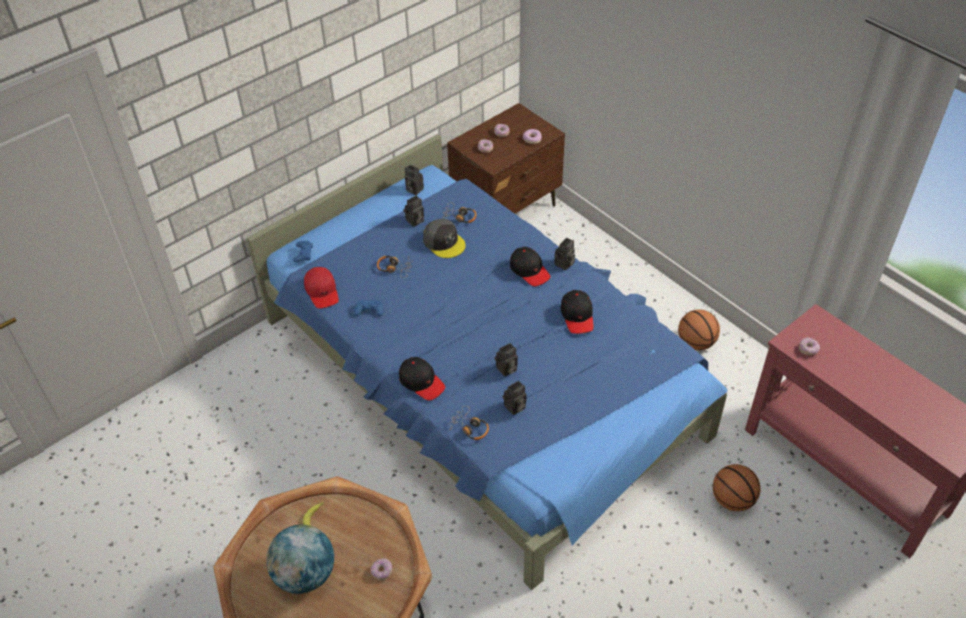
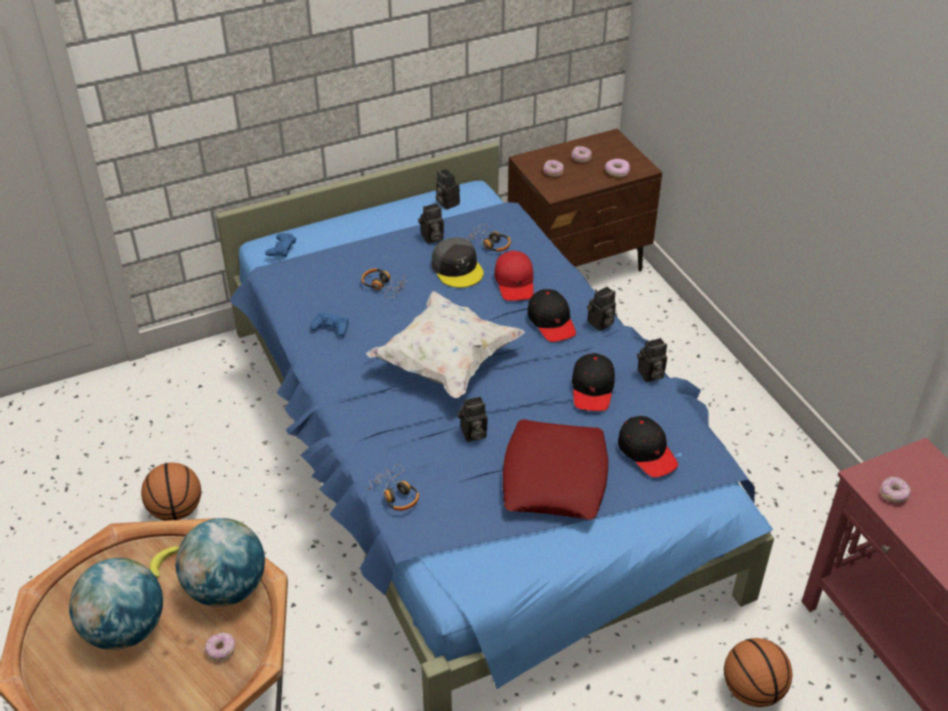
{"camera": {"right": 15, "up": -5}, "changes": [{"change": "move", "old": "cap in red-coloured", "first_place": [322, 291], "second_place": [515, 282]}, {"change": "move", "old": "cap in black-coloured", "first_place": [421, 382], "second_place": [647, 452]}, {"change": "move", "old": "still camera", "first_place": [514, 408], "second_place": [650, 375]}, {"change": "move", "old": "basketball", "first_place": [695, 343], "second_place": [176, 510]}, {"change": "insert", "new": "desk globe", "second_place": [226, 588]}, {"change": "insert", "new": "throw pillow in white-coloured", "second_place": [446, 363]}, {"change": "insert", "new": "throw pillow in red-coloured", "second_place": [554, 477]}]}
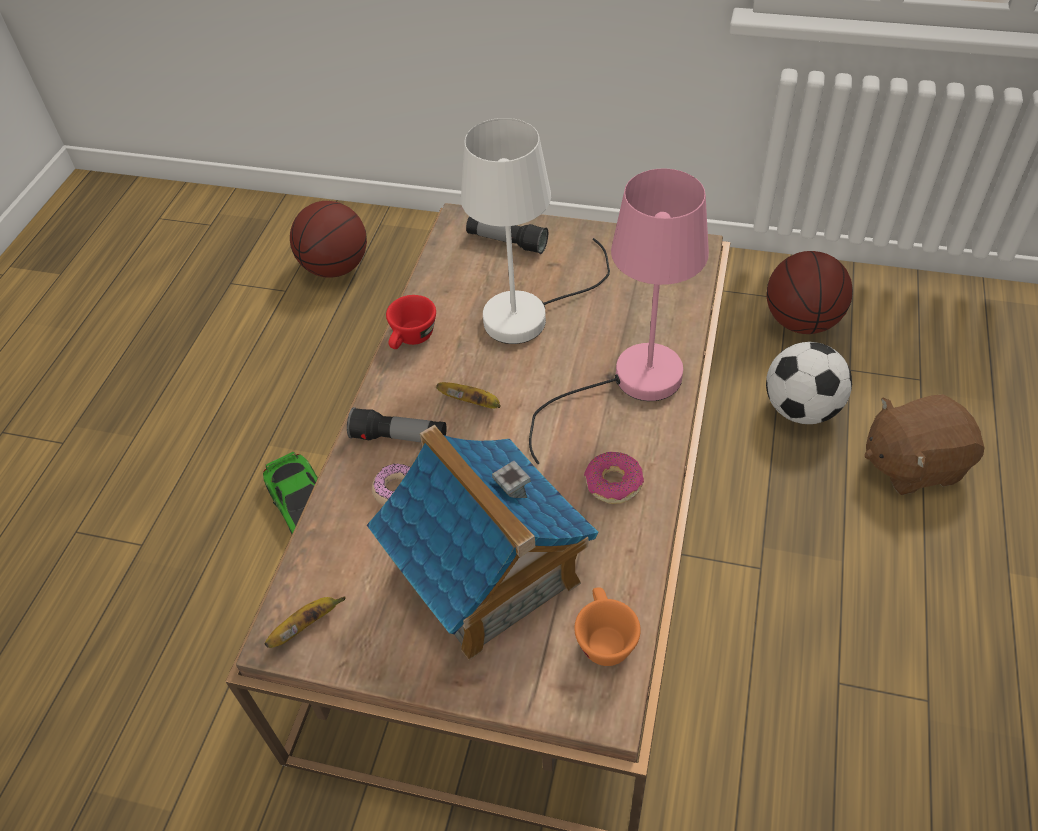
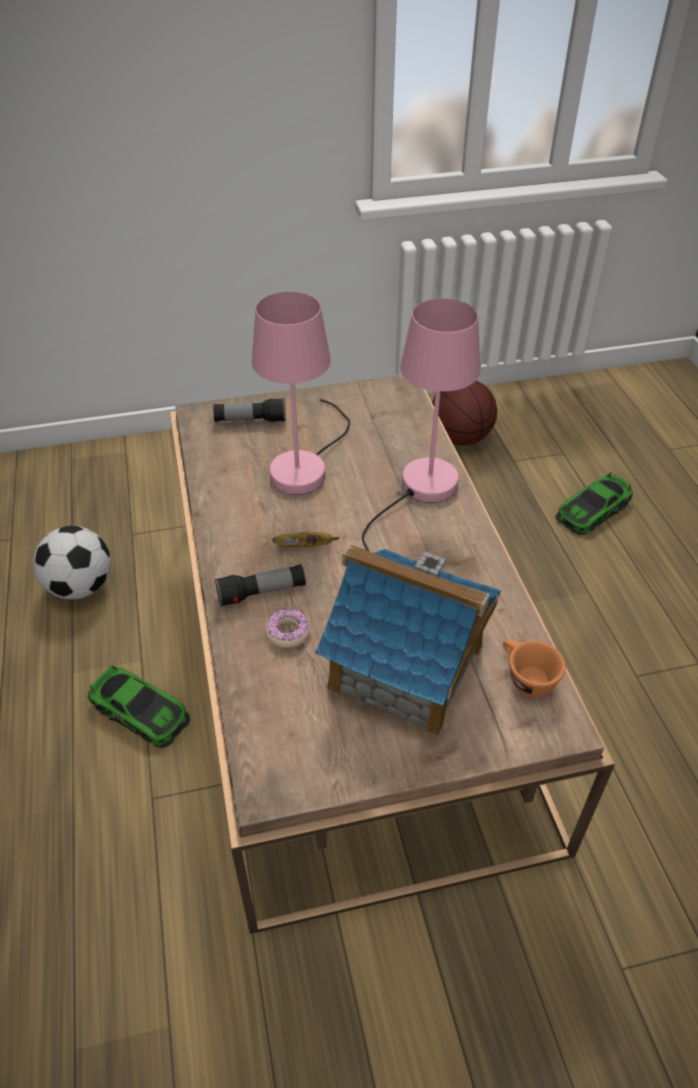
{"camera": {"right": -30, "up": -5}, "changes": [{"change": "delete", "old": "banana fruit", "first_place": [306, 626]}, {"change": "delete", "old": "basketball", "first_place": [335, 267]}, {"change": "delete", "old": "small cup in red-coloured", "first_place": [411, 339]}, {"change": "recolor", "old": "lamp for a table in white-coloured", "new": "lamp for a table in pink", "first_place": [530, 311], "second_place": [305, 465]}, {"change": "delete", "old": "doughnut", "first_place": [613, 483]}, {"change": "move", "old": "football ball", "first_place": [801, 409], "second_place": [80, 587]}, {"change": "replace", "old": "cuddly toy in brown-coloured", "new": "toy car", "first_place": [912, 463], "second_place": [592, 510]}]}
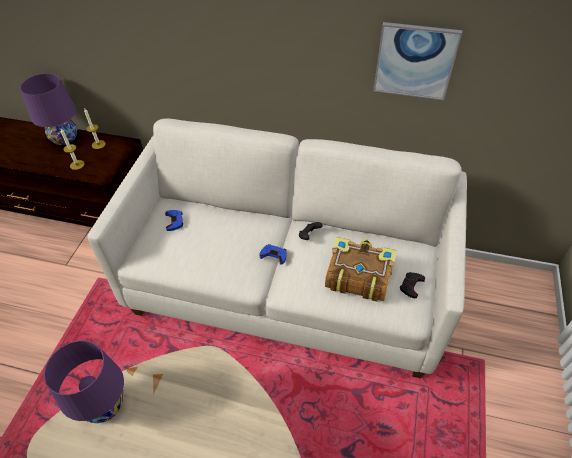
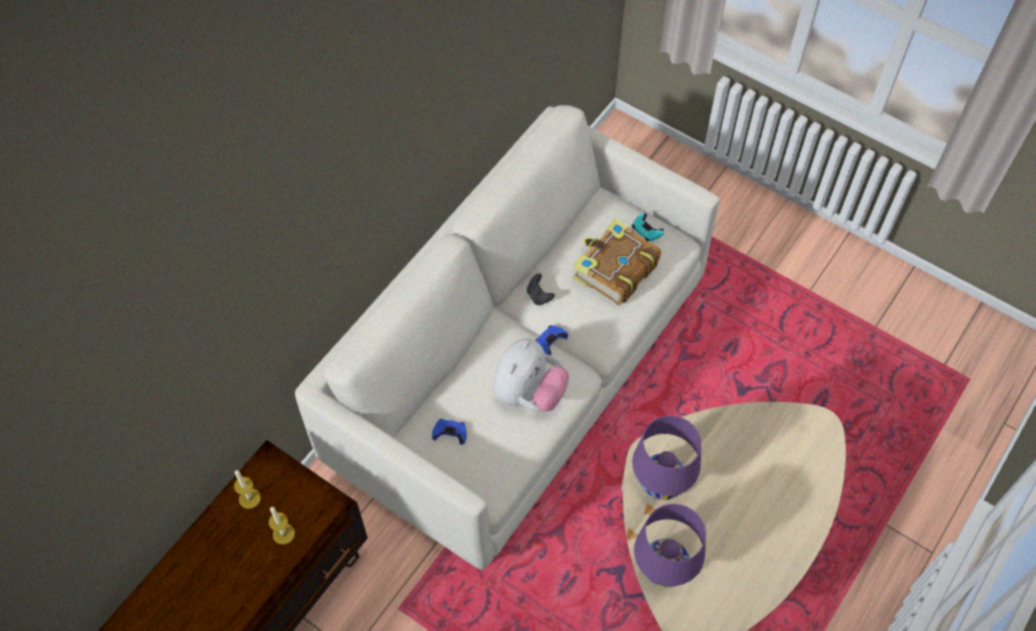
{"camera": {"right": -70, "up": 10}, "changes": [{"change": "move", "old": "lamp for a table in purple-coloured", "first_place": [64, 138], "second_place": [661, 483]}, {"change": "delete", "old": "wall picture", "first_place": [415, 61]}, {"change": "recolor", "old": "game controller in black-coloured", "new": "game controller in turquoise", "first_place": [411, 285], "second_place": [646, 229]}, {"change": "insert", "new": "cuddly toy", "second_place": [528, 393]}]}
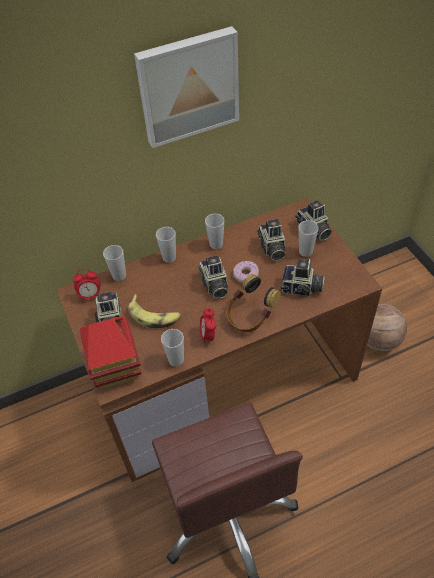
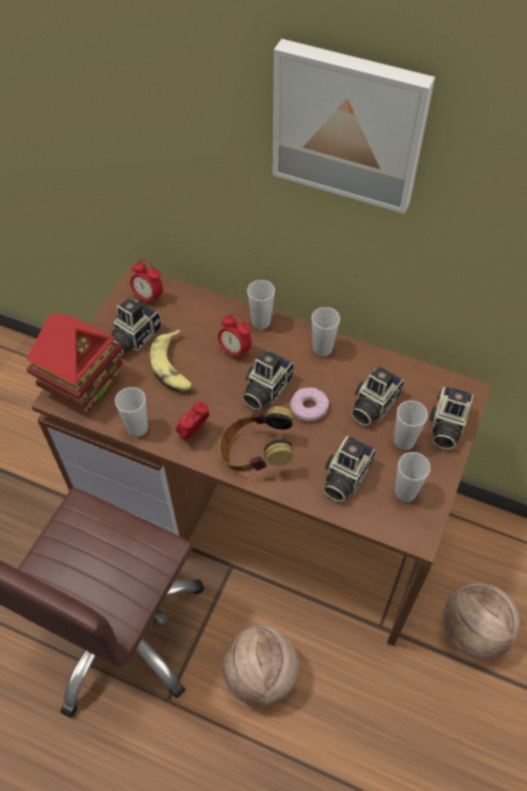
{"camera": {"right": 45, "up": 5}, "changes": [{"change": "move", "old": "small cup", "first_place": [119, 276], "second_place": [405, 492]}, {"change": "rotate", "old": "still camera", "first_place": [302, 288], "second_place": [344, 476], "degrees": 60}, {"change": "insert", "new": "table clock", "second_place": [235, 350]}, {"change": "insert", "new": "basketball", "second_place": [260, 674]}]}
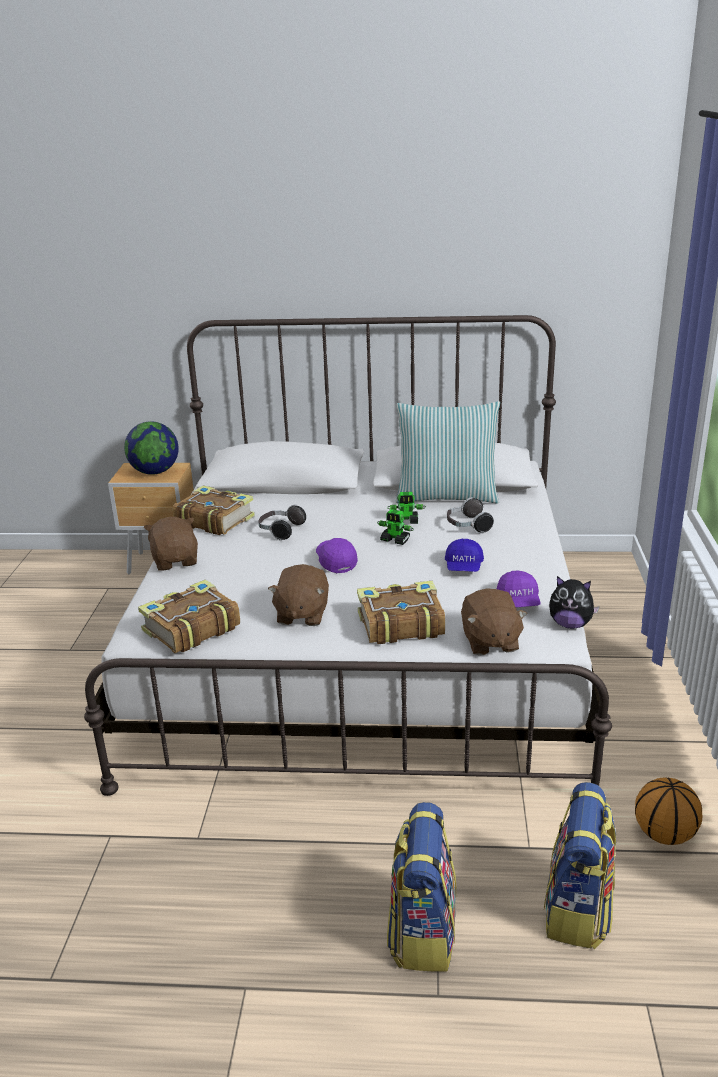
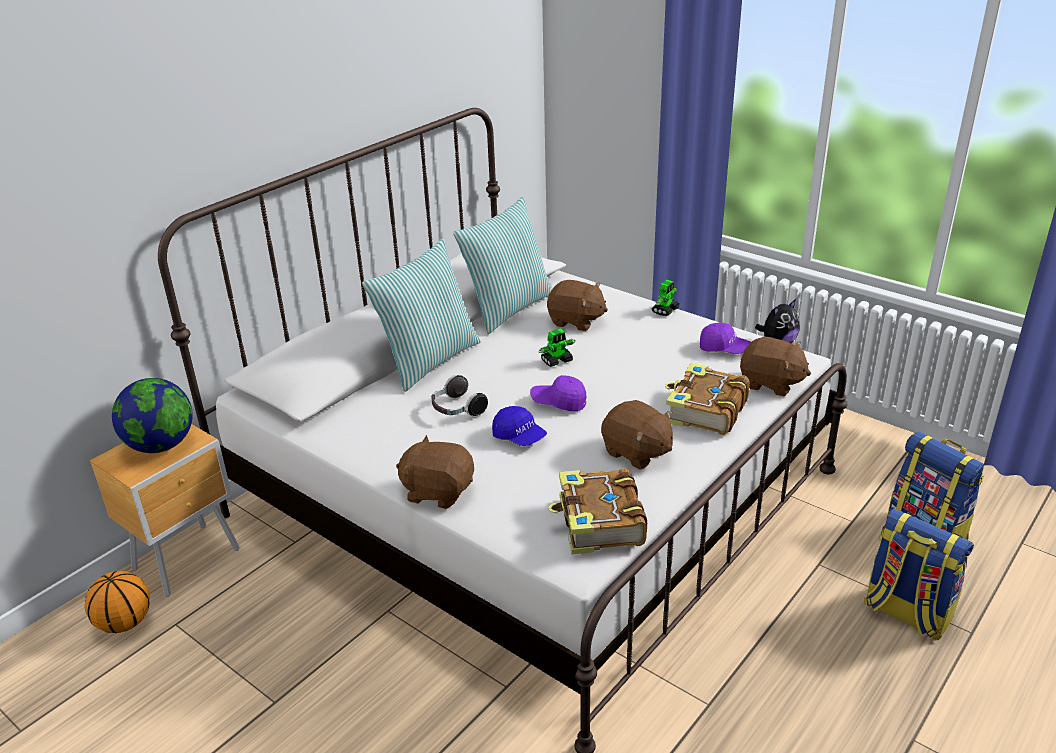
{"camera": {"right": -55, "up": 5}, "changes": [{"change": "delete", "old": "bound book", "first_place": [214, 520]}, {"change": "move", "old": "toy robot", "first_place": [406, 521], "second_place": [665, 310]}, {"change": "move", "old": "cap in bluish", "first_place": [463, 567], "second_place": [519, 437]}, {"change": "replace", "old": "headphones", "new": "cuddly toy in brown-coloured", "first_place": [467, 526], "second_place": [576, 321]}, {"change": "move", "old": "basketball", "first_place": [664, 834], "second_place": [125, 622]}, {"change": "insert", "new": "throw pillow", "second_place": [428, 360]}]}
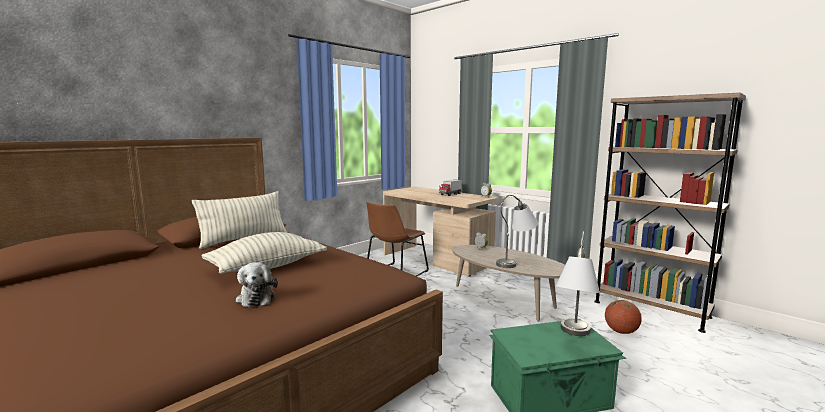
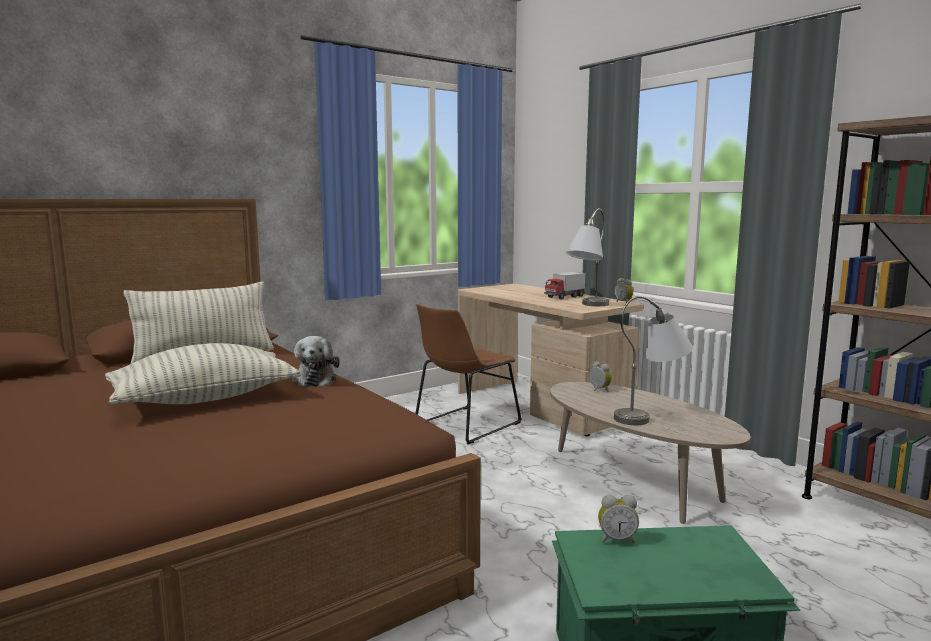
{"camera": {"right": 10, "up": 0}, "changes": [{"change": "move", "old": "cuddly toy", "first_place": [256, 298], "second_place": [315, 379]}, {"change": "move", "old": "lamp for a table in gray", "first_place": [573, 338], "second_place": [587, 306]}, {"change": "delete", "old": "basketball", "first_place": [621, 331]}, {"change": "insert", "new": "table clock", "second_place": [616, 539]}]}
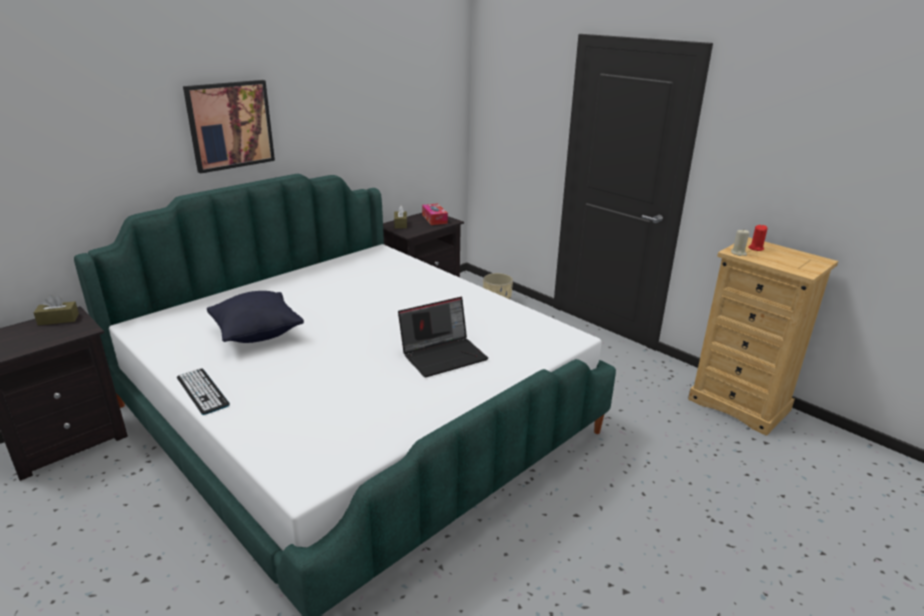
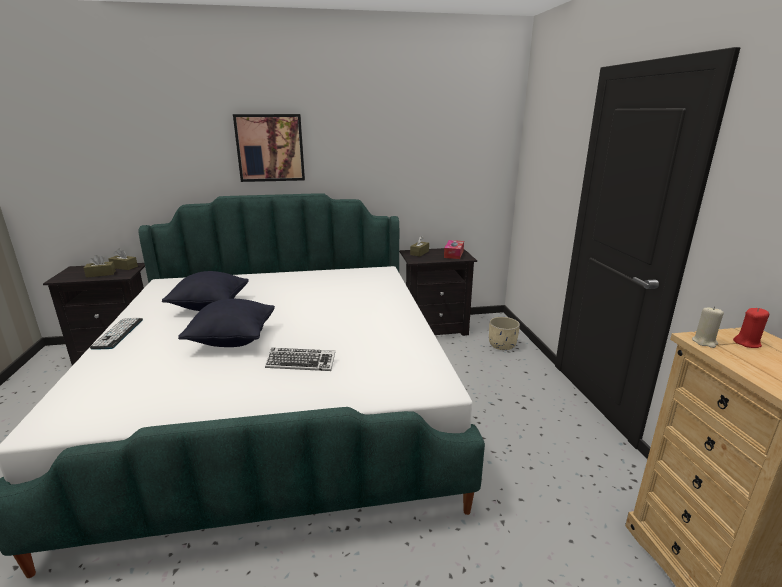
{"camera": {"right": 35, "up": -5}, "changes": [{"change": "replace", "old": "notebook computer", "new": "PC keyboard", "first_place": [444, 355], "second_place": [301, 363]}, {"change": "insert", "new": "box of tissues in brown-coloured", "second_place": [101, 274]}, {"change": "insert", "new": "throw pillow in black-coloured", "second_place": [232, 340]}]}
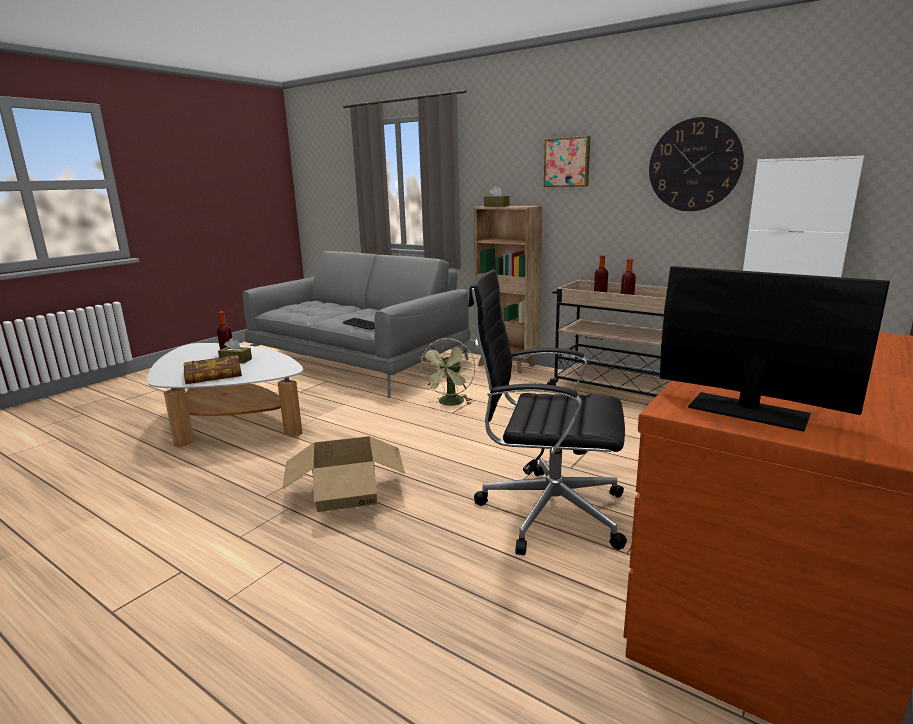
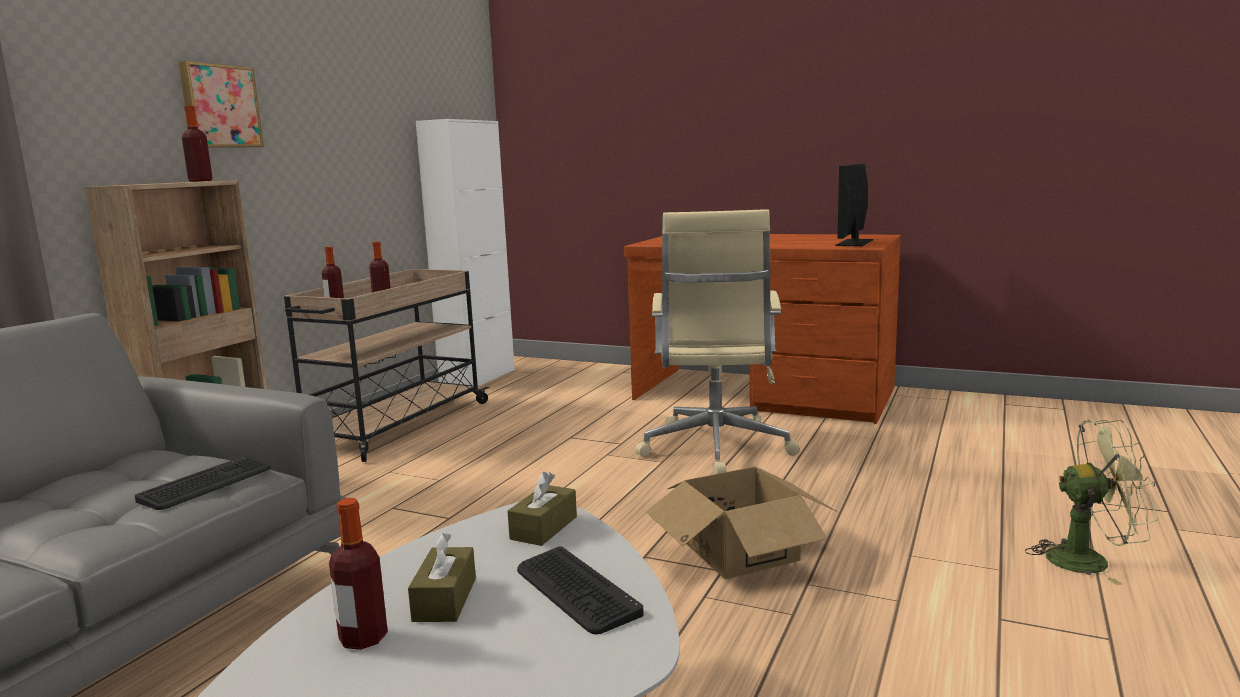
{"camera": {"right": -100, "up": -5}, "changes": [{"change": "replace", "old": "bound book", "new": "PC keyboard", "first_place": [213, 375], "second_place": [575, 591]}, {"change": "move", "old": "electric fan in greenish", "first_place": [450, 403], "second_place": [1089, 560]}, {"change": "recolor", "old": "computer chair in black-coloured", "new": "computer chair in beige", "first_place": [547, 511], "second_place": [715, 449]}, {"change": "move", "old": "box of tissues in brown-coloured", "first_place": [496, 206], "second_place": [544, 528]}, {"change": "delete", "old": "clock on the wall", "first_place": [694, 165]}, {"change": "insert", "new": "drink bottle", "second_place": [200, 181]}]}
